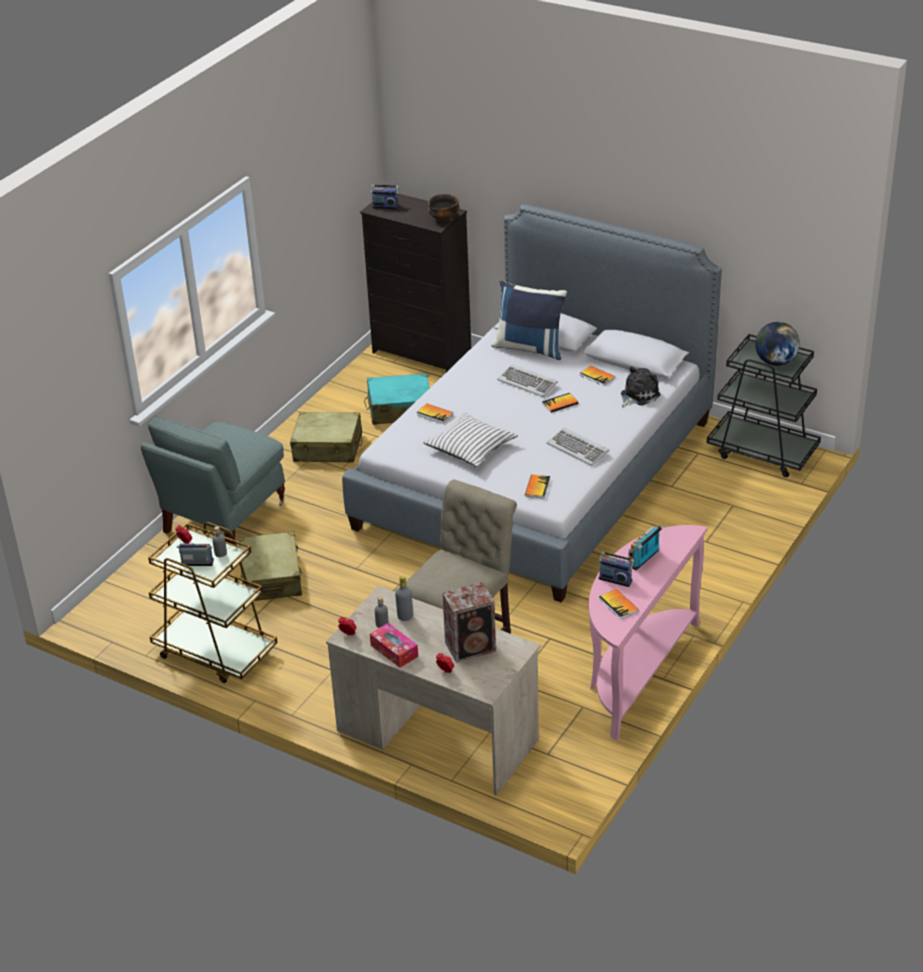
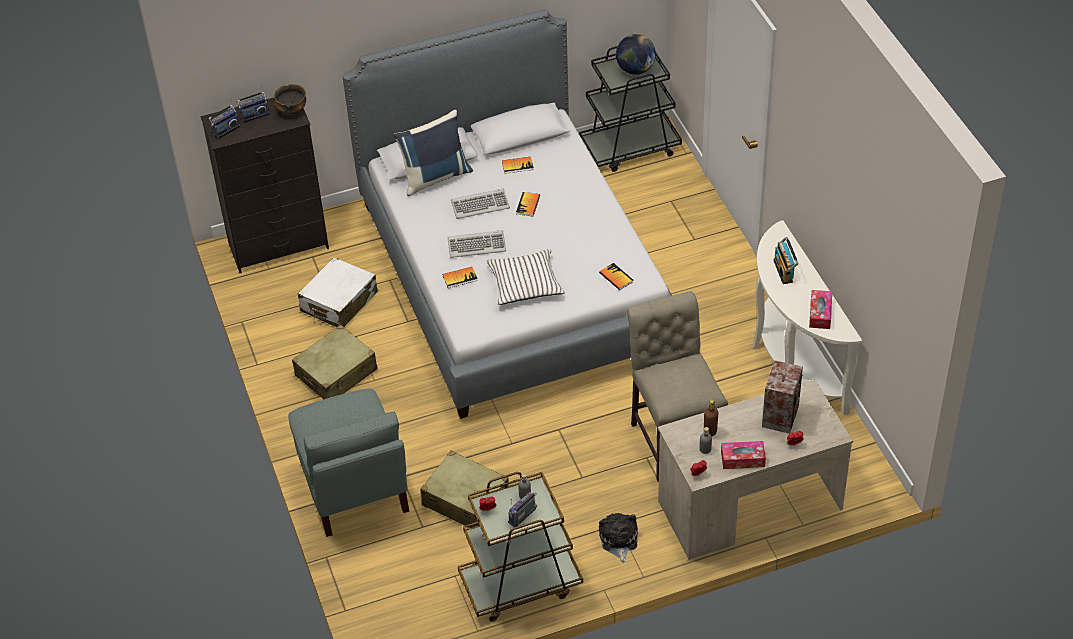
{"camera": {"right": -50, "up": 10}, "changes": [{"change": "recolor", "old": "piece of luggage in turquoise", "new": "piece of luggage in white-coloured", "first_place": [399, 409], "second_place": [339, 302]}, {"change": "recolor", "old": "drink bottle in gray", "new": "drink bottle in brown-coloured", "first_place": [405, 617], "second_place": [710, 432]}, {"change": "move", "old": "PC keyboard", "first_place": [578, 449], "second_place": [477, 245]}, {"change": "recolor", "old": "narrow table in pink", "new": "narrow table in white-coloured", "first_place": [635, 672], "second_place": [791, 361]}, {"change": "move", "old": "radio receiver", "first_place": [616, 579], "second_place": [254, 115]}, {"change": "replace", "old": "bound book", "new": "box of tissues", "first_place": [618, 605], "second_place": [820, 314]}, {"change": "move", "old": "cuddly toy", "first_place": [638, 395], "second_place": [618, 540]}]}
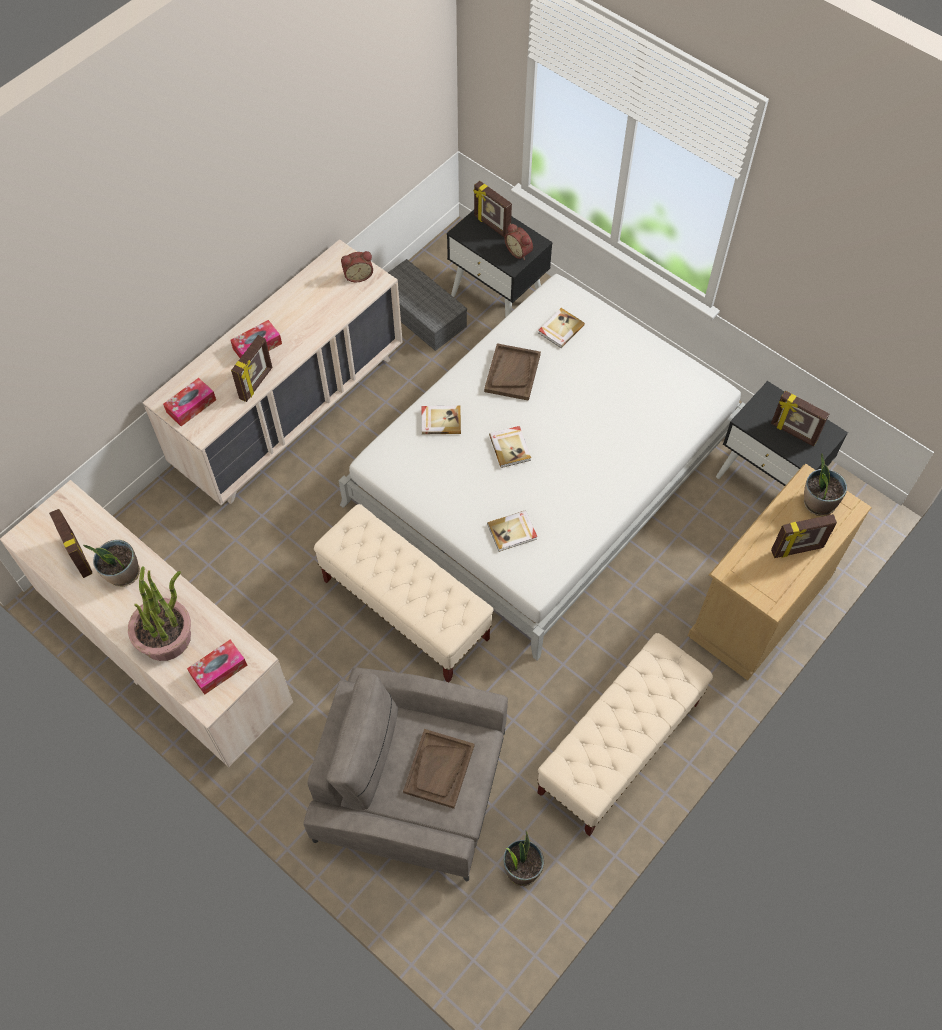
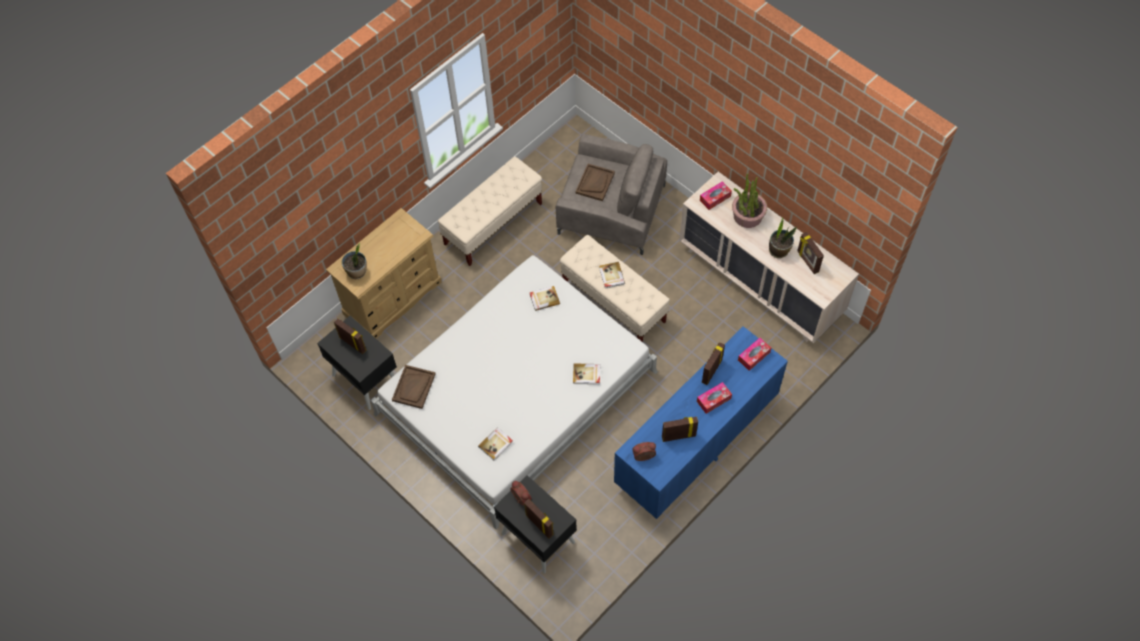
{"camera": {"right": -175, "up": 0}, "changes": [{"change": "recolor", "old": "dresser in beige", "new": "dresser in bluish", "first_place": [291, 411], "second_place": [696, 443]}, {"change": "delete", "old": "storage box in gray", "first_place": [423, 314]}, {"change": "move", "old": "serving tray in brown-coloured", "first_place": [512, 373], "second_place": [414, 387]}, {"change": "move", "old": "bound book", "first_place": [510, 447], "second_place": [611, 276]}, {"change": "delete", "old": "houseplant", "first_place": [522, 869]}, {"change": "move", "old": "standing frame", "first_place": [797, 550], "second_place": [678, 436]}]}
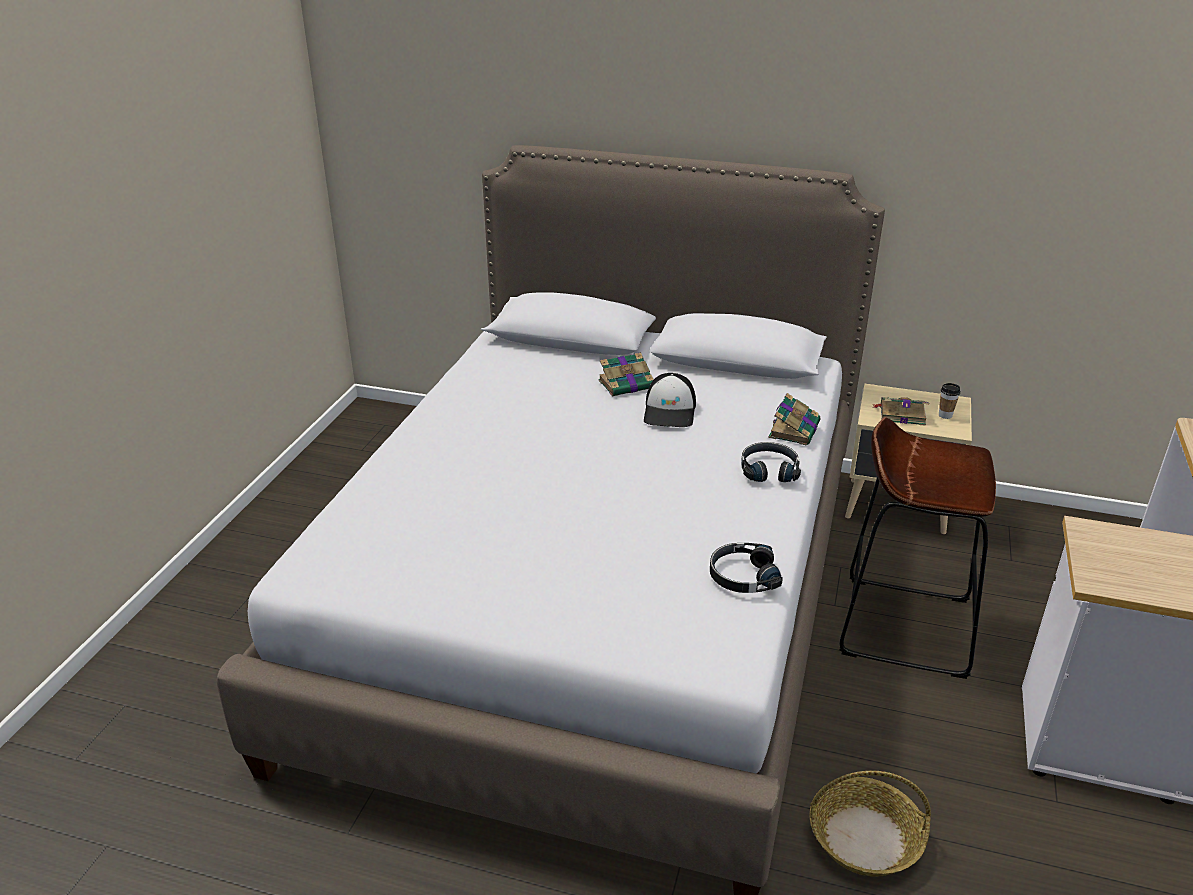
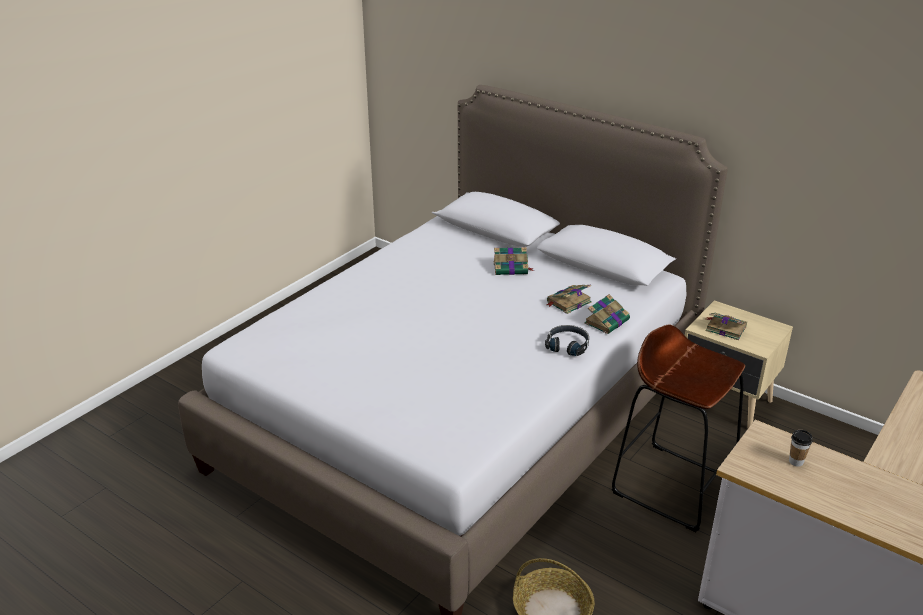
{"camera": {"right": 20, "up": 0}, "changes": [{"change": "delete", "old": "cap", "first_place": [670, 411]}, {"change": "delete", "old": "headphones in black-coloured", "first_place": [742, 576]}, {"change": "move", "old": "small cup", "first_place": [945, 415], "second_place": [796, 462]}, {"change": "insert", "new": "bound book", "second_place": [568, 302]}]}
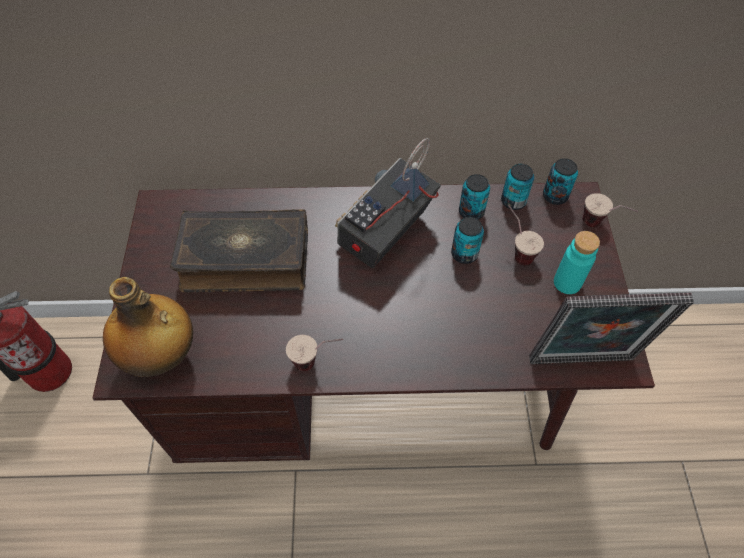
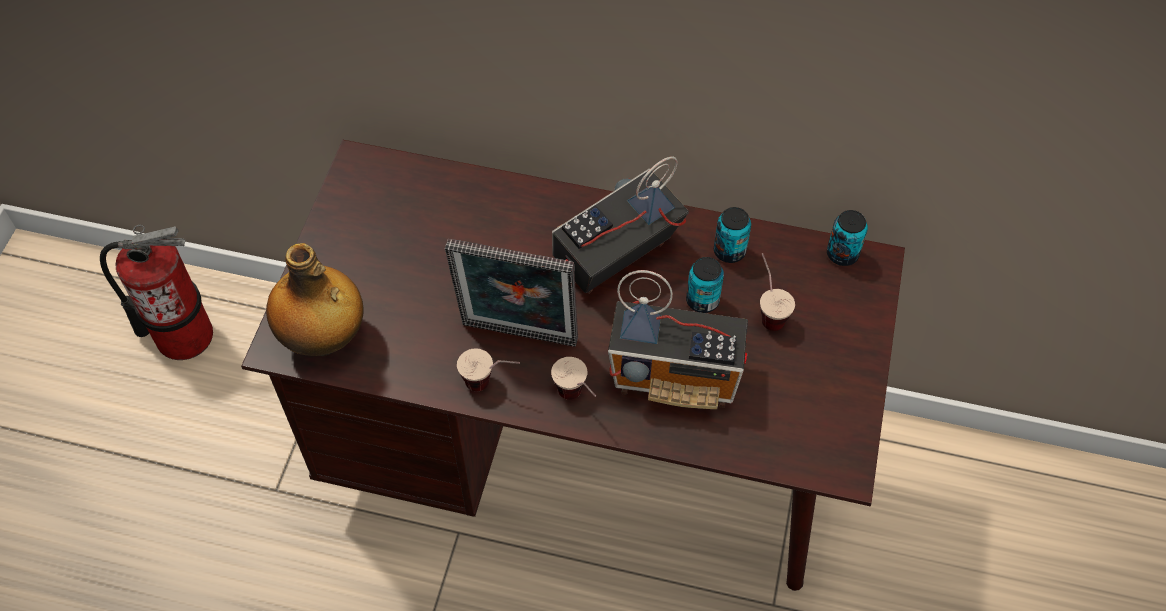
{"camera": {"right": 15, "up": 0}, "changes": [{"change": "delete", "old": "bound book", "first_place": [245, 260]}, {"change": "delete", "old": "sealed can", "first_place": [513, 201]}, {"change": "move", "old": "standing frame", "first_place": [582, 364], "second_place": [518, 338]}, {"change": "delete", "old": "drink bottle in turquoise", "first_place": [567, 282]}, {"change": "move", "old": "small cup", "first_place": [600, 226], "second_place": [577, 400]}, {"change": "insert", "new": "radio receiver", "second_place": [676, 375]}]}
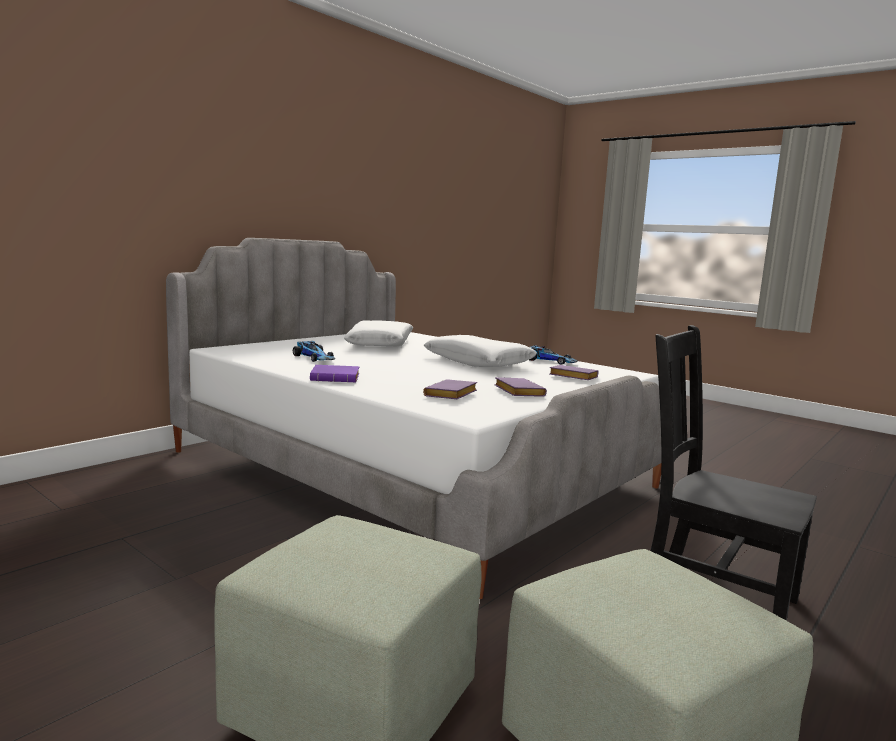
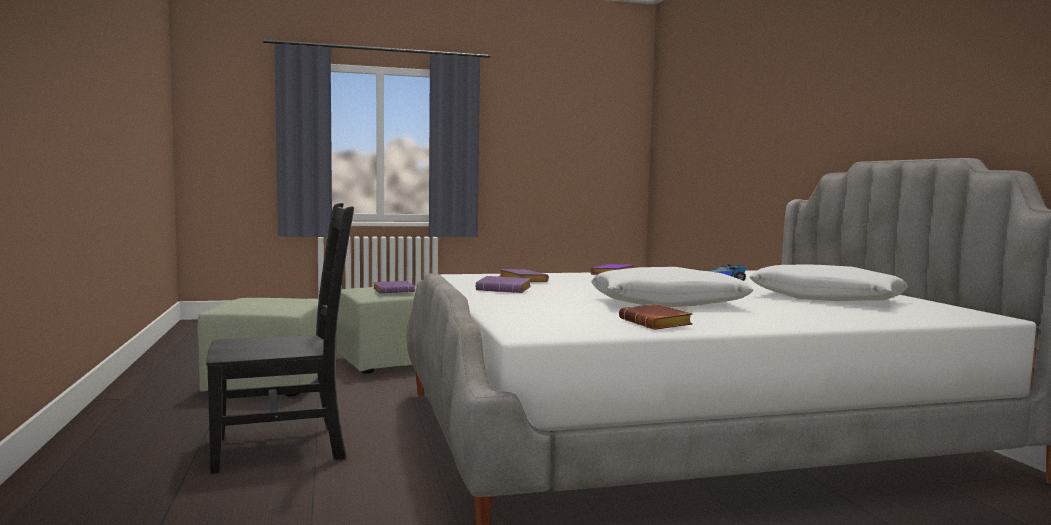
{"camera": {"right": 125, "up": -5}, "changes": [{"change": "replace", "old": "toy car", "new": "bound book in brown-coloured", "first_place": [551, 361], "second_place": [657, 324]}, {"change": "move", "old": "bound book in purple-coloured", "first_place": [571, 377], "second_place": [394, 291]}]}
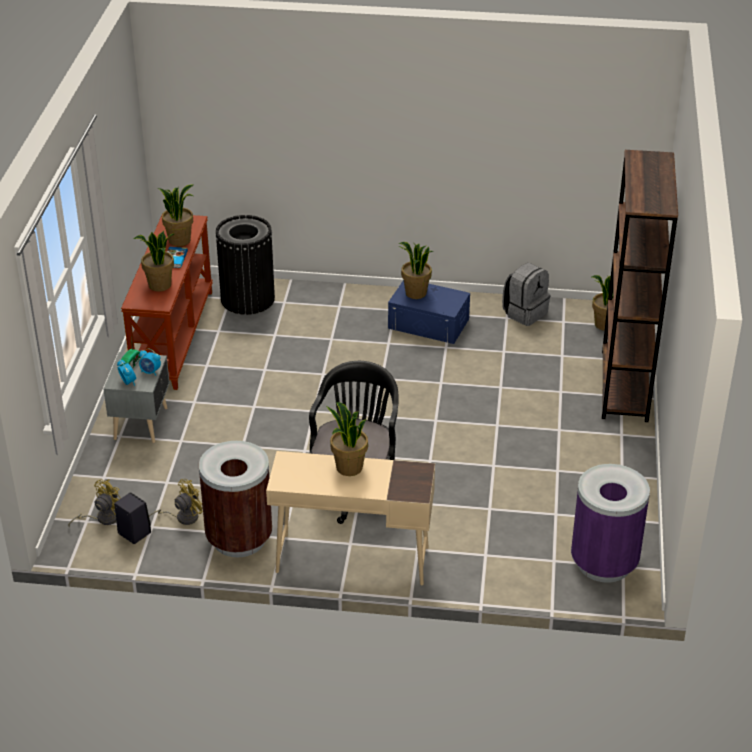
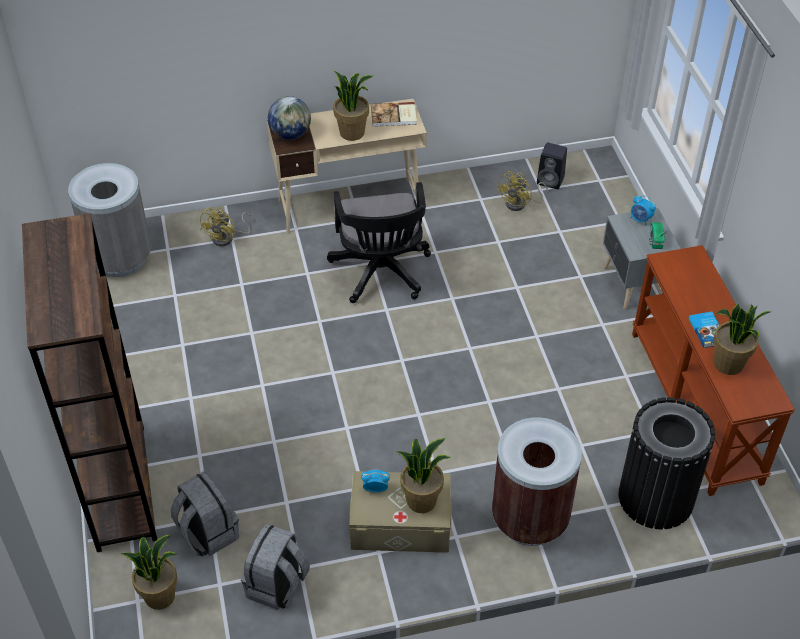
{"camera": {"right": 160, "up": 10}, "changes": [{"change": "move", "old": "electric fan in yellowish", "first_place": [103, 518], "second_place": [227, 238]}, {"change": "delete", "old": "houseplant", "first_place": [160, 285]}, {"change": "move", "old": "table clock", "first_place": [150, 372], "second_place": [375, 488]}, {"change": "move", "old": "waste bin in brown-coloured", "first_place": [239, 538], "second_place": [530, 519]}, {"change": "recolor", "old": "storage box in bluish", "new": "storage box in beige", "first_place": [428, 323], "second_place": [400, 524]}, {"change": "recolor", "old": "waste bin in purple-coloured", "new": "waste bin in gray", "first_place": [603, 563], "second_place": [120, 258]}, {"change": "insert", "new": "rucksack in gray", "second_place": [207, 533]}, {"change": "insert", "new": "desk globe", "second_place": [290, 135]}, {"change": "insert", "new": "bound book", "second_place": [394, 116]}]}
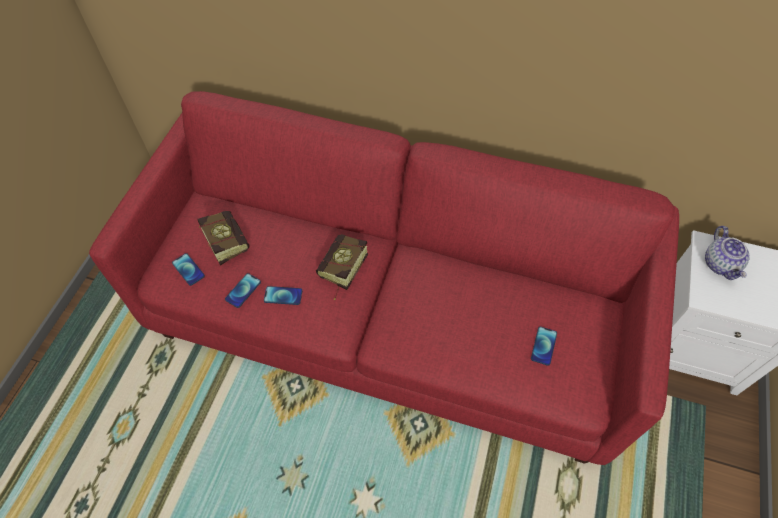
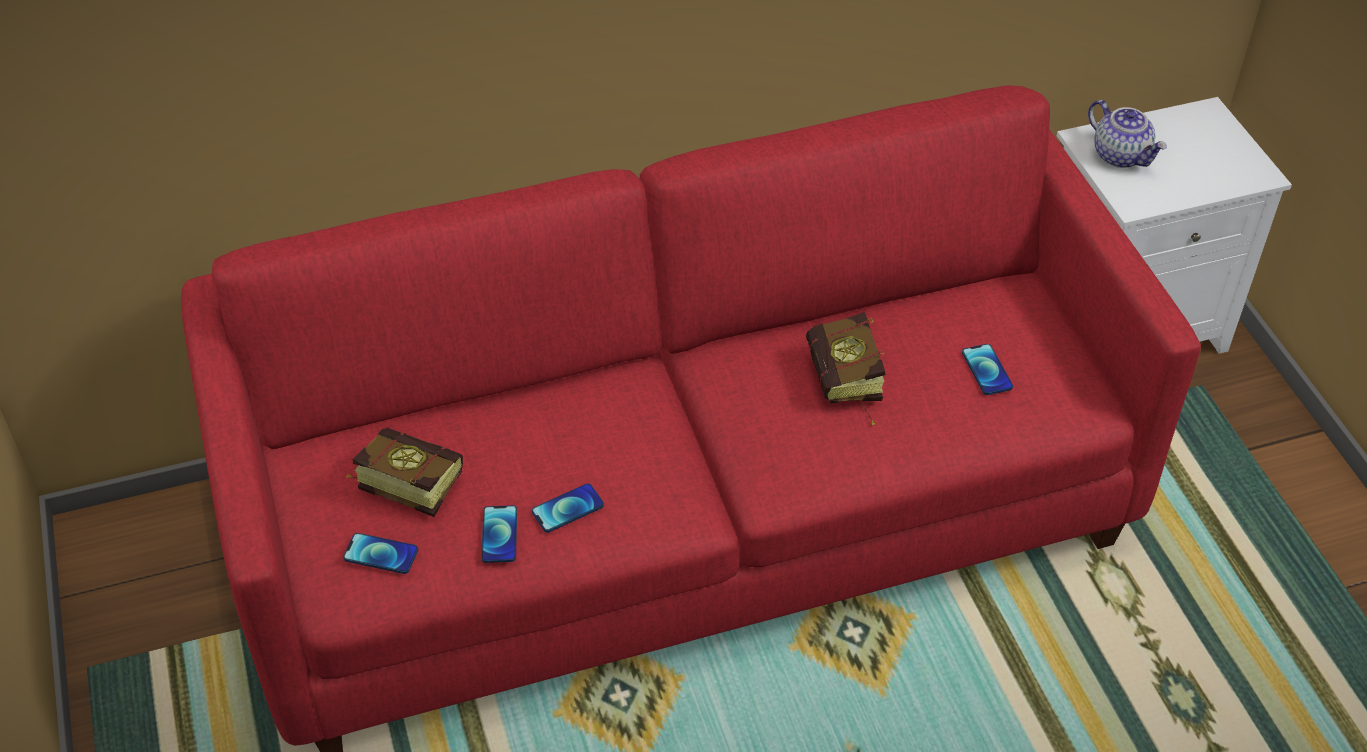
{"camera": {"right": -35, "up": -10}, "changes": [{"change": "move", "old": "bound book", "first_place": [341, 273], "second_place": [846, 387]}]}
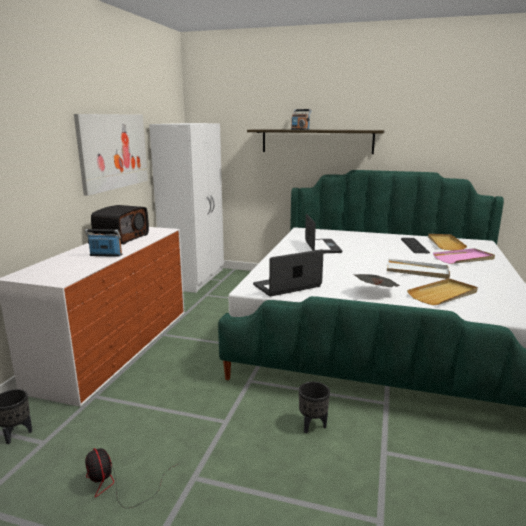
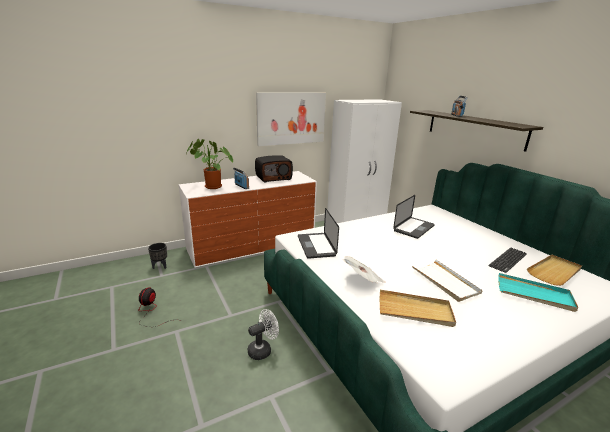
{"camera": {"right": 45, "up": 5}, "changes": [{"change": "rotate", "old": "notebook computer", "first_place": [287, 286], "second_place": [316, 246], "degrees": -120}, {"change": "replace", "old": "planter in black-coloured", "new": "electric fan in white-coloured", "first_place": [312, 426], "second_place": [263, 349]}, {"change": "recolor", "old": "serving tray in pink", "new": "serving tray in turquoise", "first_place": [464, 258], "second_place": [534, 294]}, {"change": "insert", "new": "houseplant", "second_place": [211, 187]}]}
